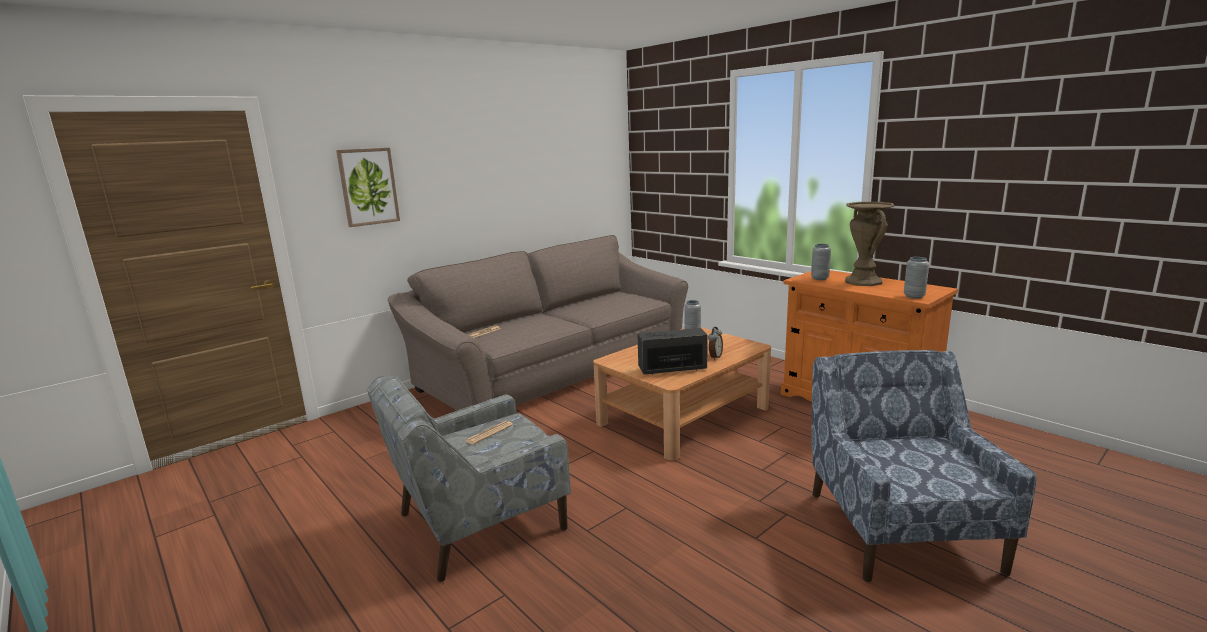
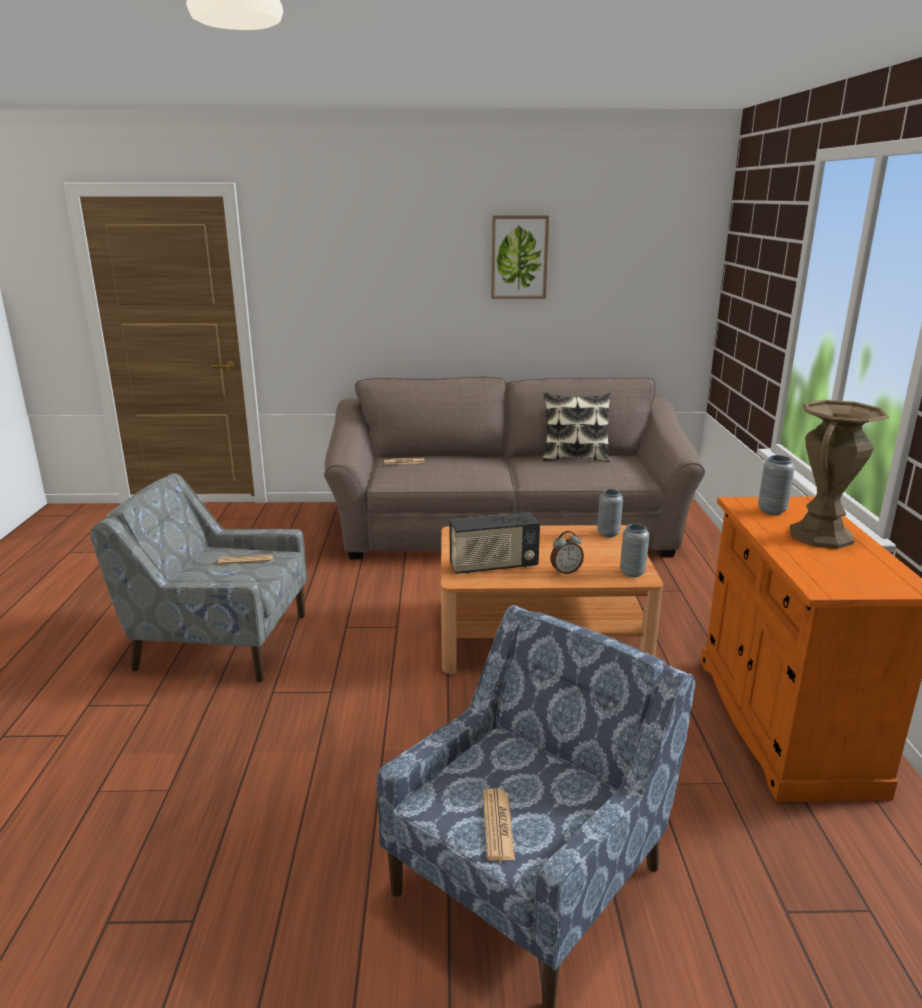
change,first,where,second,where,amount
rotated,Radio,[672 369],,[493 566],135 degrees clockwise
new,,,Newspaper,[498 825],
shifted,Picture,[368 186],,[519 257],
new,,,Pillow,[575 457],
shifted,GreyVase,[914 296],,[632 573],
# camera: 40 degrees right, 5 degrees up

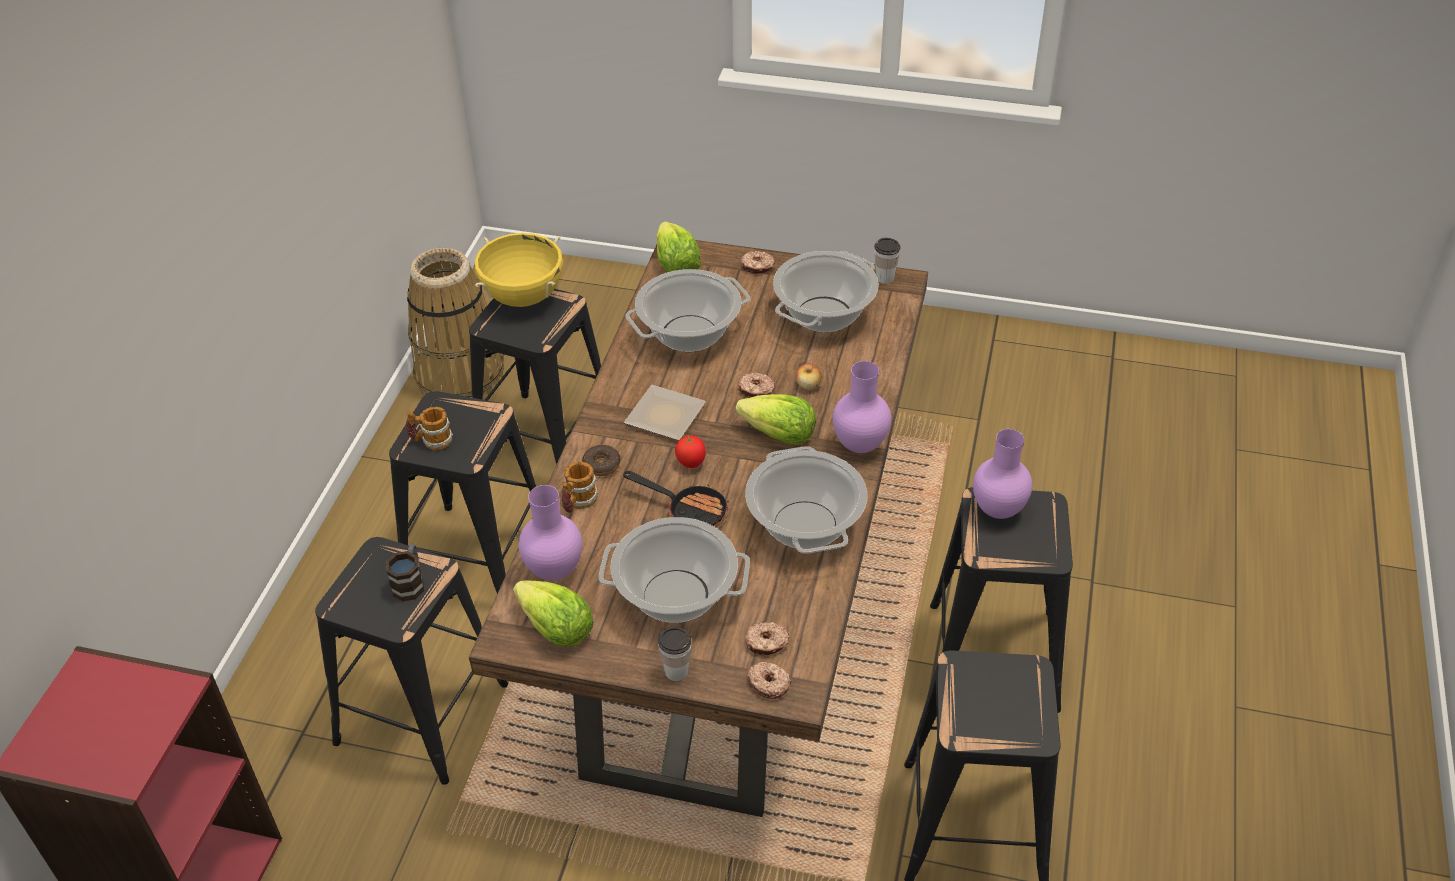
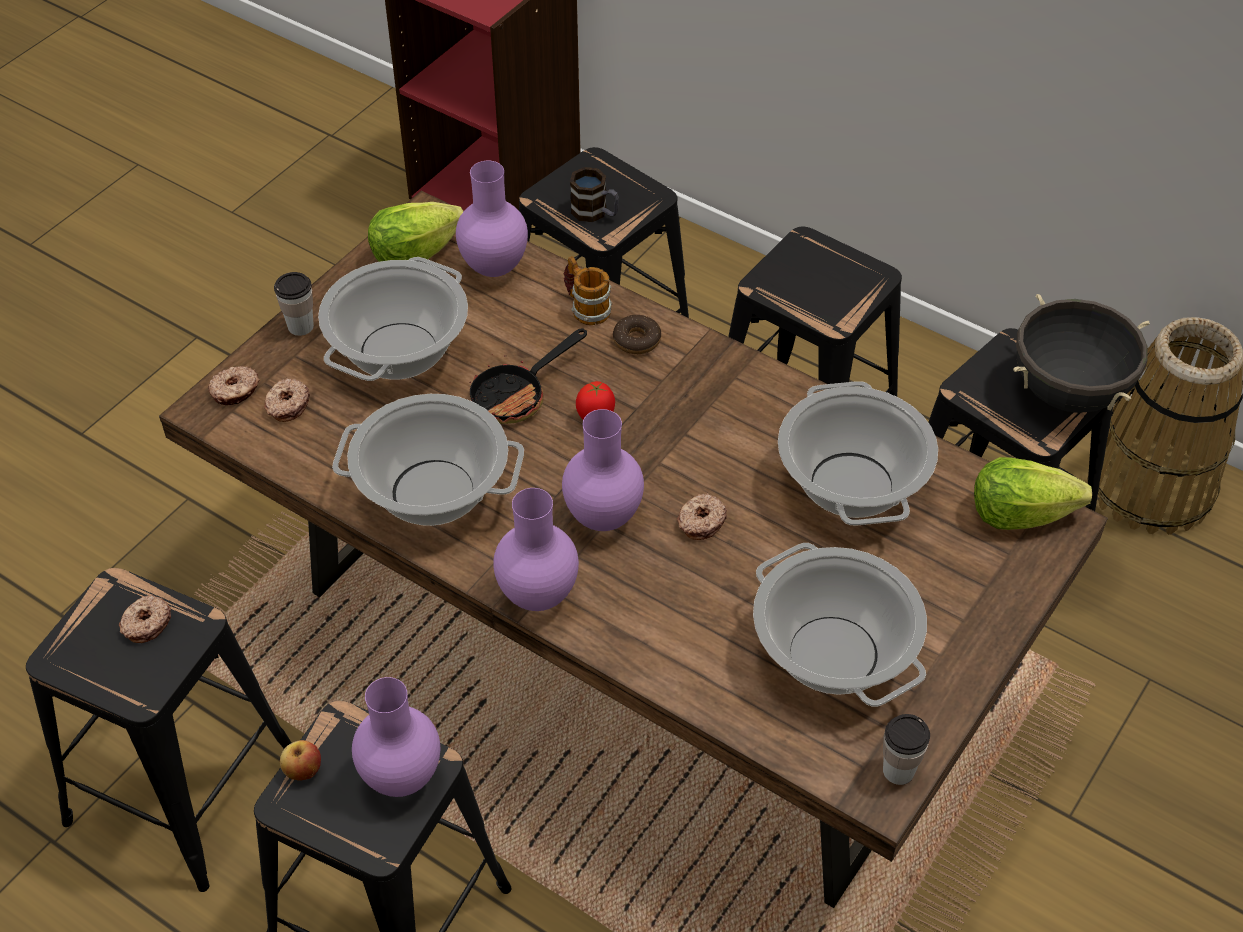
change,first,where,second,where,amount
shifted,Donut,[757 267],,[146 623],
shifted,Apple,[808 385],,[303 770],
swapped,Lettuce,[779 435],PurpleVase,[601 518],
repainted,YellowCookingPot,[523 297],BlackCookingPot,[1068 392],
gone,Mug,[431 441],,,
gone,Plate,[666 418],,,
# camera: 110 degrees right, 5 degrees up

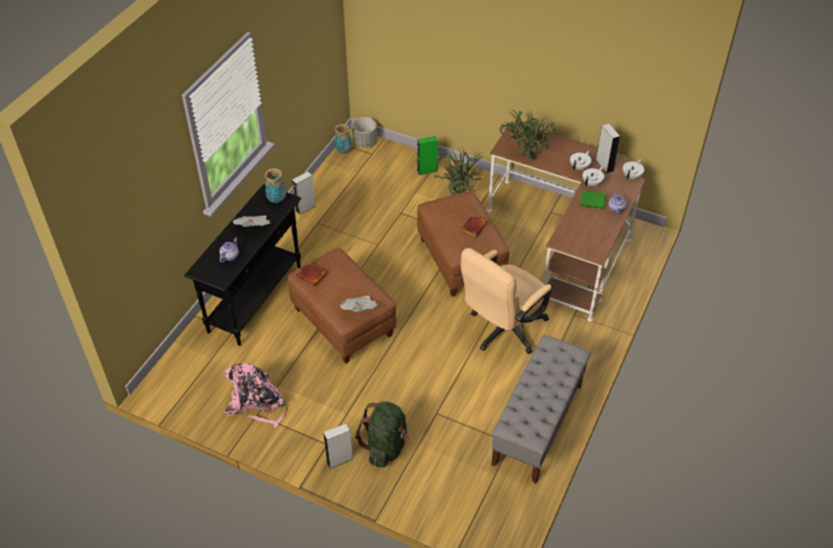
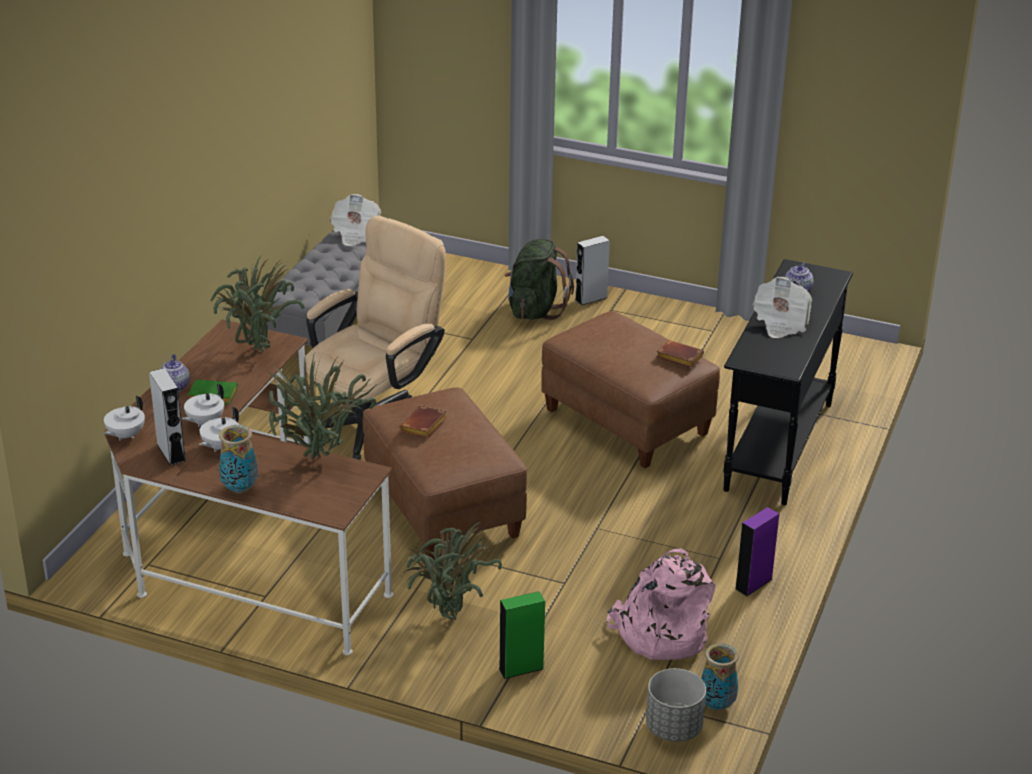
change,first,where,second,where,amount
new,,,PottedPlant,[257 353],
shifted,Vase,[277 200],,[239 489],
shifted,Newspaper,[360 310],,[355 233],
shifted,PinkBackpack,[257 403],,[660 633],
repainted,GreySpeaker,[305 208],PurpleSpeaker,[753 584],
# camera: 175 degrees right, 15 degrees down

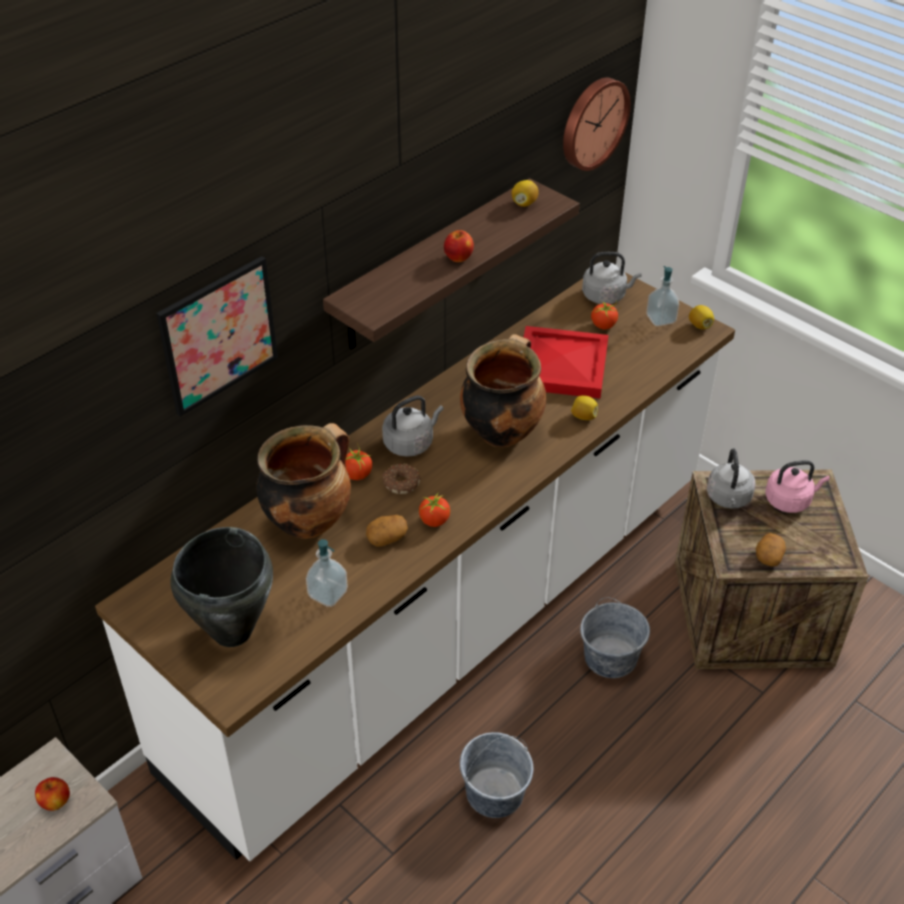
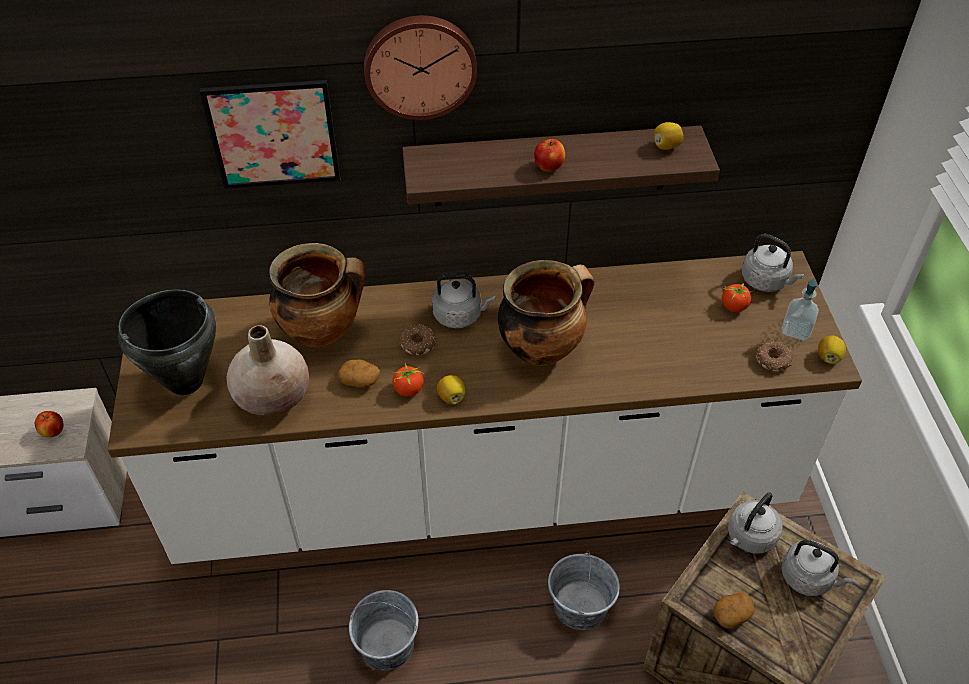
change,first,where,second,where,amount
swapped,SoapDispenser,[328 594],BeigeVase,[273 396],
shifted,WallClock,[592 122],,[420 65],
shifted,Lemon,[583 416],,[451 397],
new,,,Donut,[773 360],
repainted,PinkKettle,[789 500],GreyKettle,[809 578],
gone,Tomato,[357 474],,,
gone,RedTray,[560 365],,,
# camera: 40 degrees right, 5 degrees up

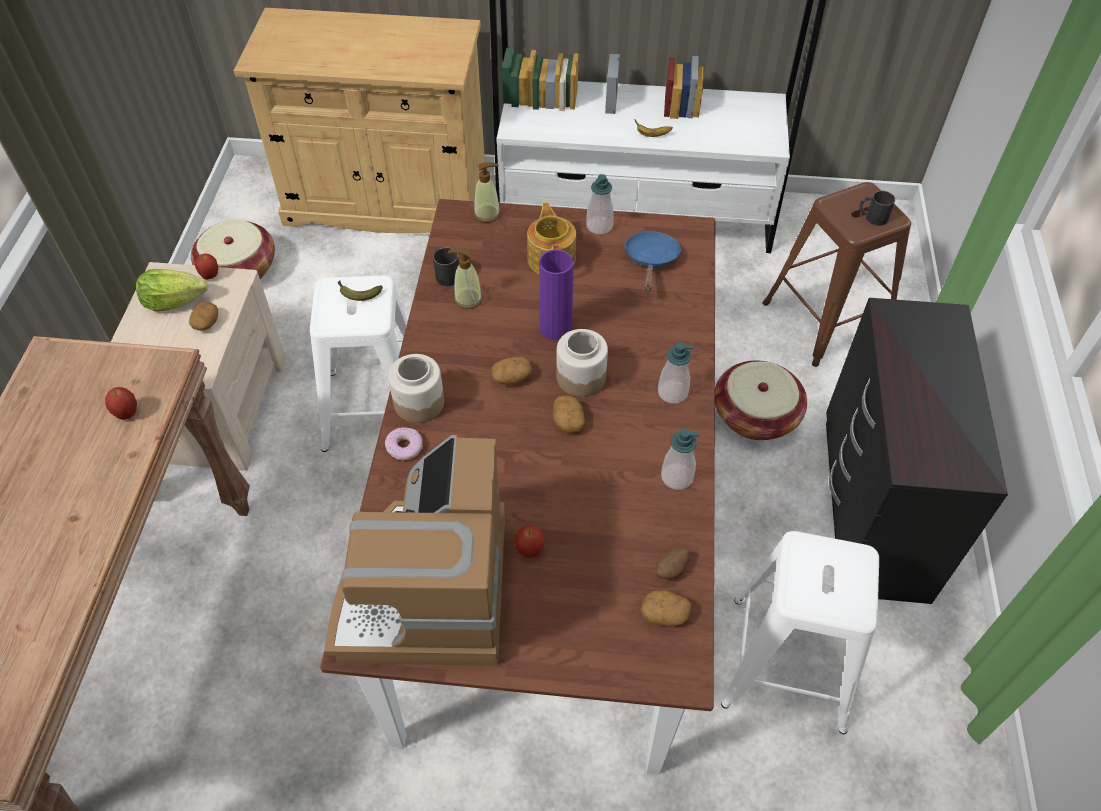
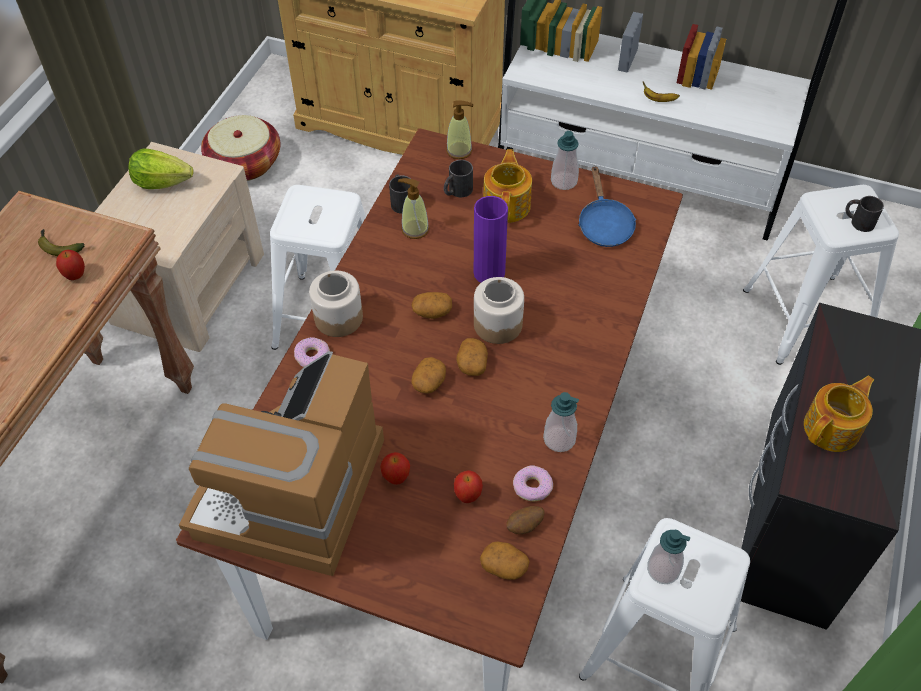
change,first,where,second,where,amount
shifted,Banana,[357 293],,[58 247],
shifted,Potato,[206 323],,[429 382],
new,,,BlackMug,[457 191],
shifted,Apple,[210 276],,[468 496],
new,,,Donut,[532 486],
rotated,BlueFryingPan,[651 261],,[604 224],150 degrees clockwise
shifted,SoapDispenser,[672 392],,[663 569],
repainted,BrownStool,[826 320],WhiteStool,[805 319],
new,,,Teapot,[833 428],
gone,Basket,[755 416],,,
# camera: 15 degrees right, 0 degrees up

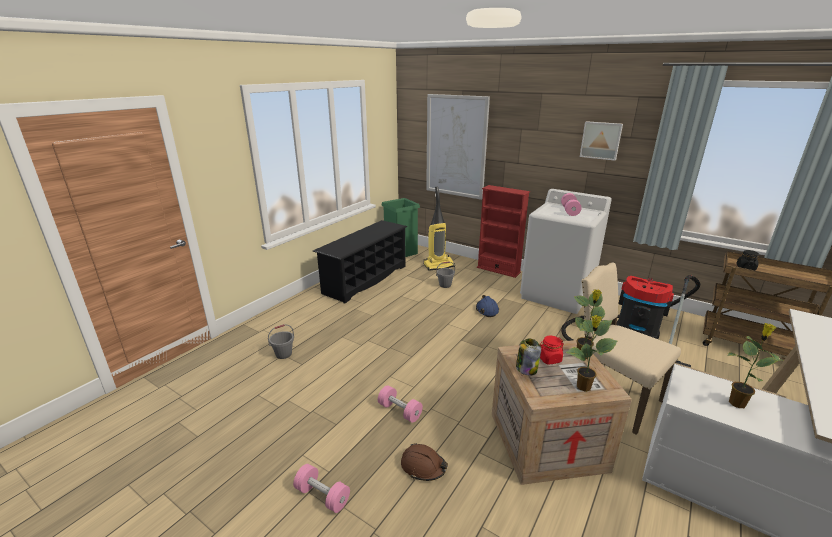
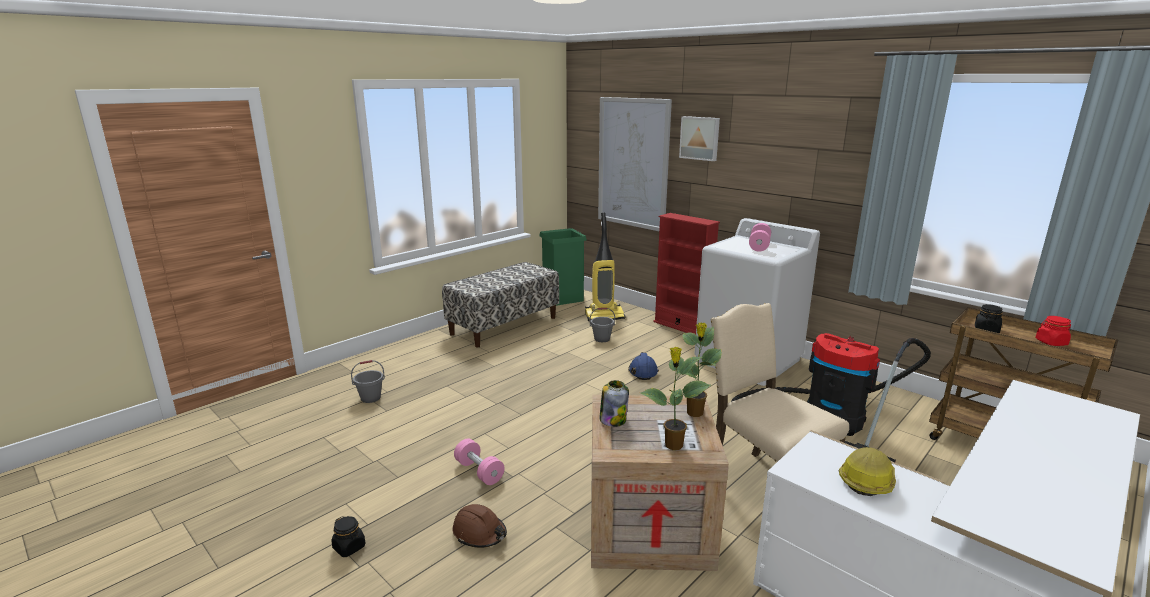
change,first,where,second,where,amount
swapped,PinkDumbbell,[322 496],BlackJar,[349 547],
swapped,BlackShoeRack,[365 279],Bench,[504 325],
shifted,Picture,[601 140],,[700 138],
swapped,PottedPlant,[737 402],HardHat,[866 480],
shifted,RedJar,[549 359],,[1051 342],
# camera: 10 degrees right, 5 degrees down

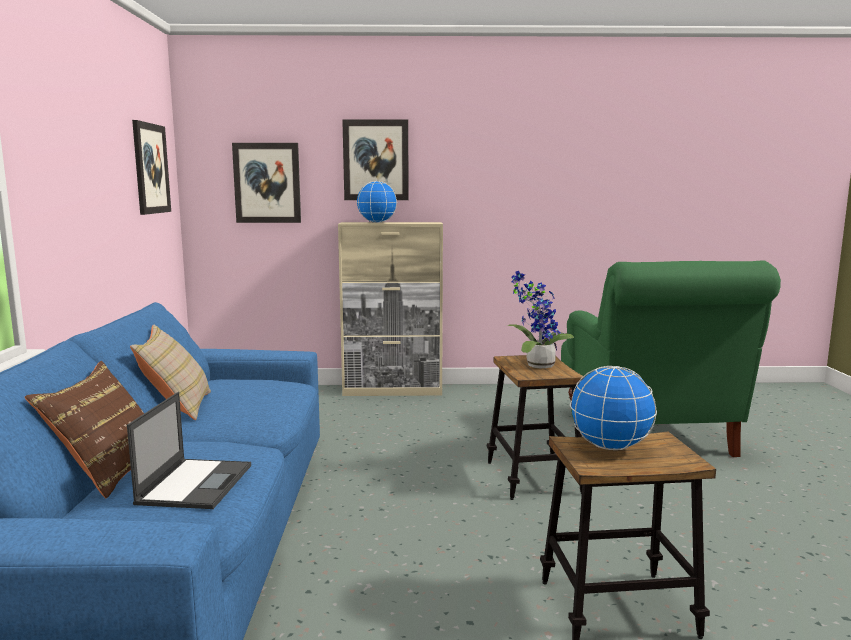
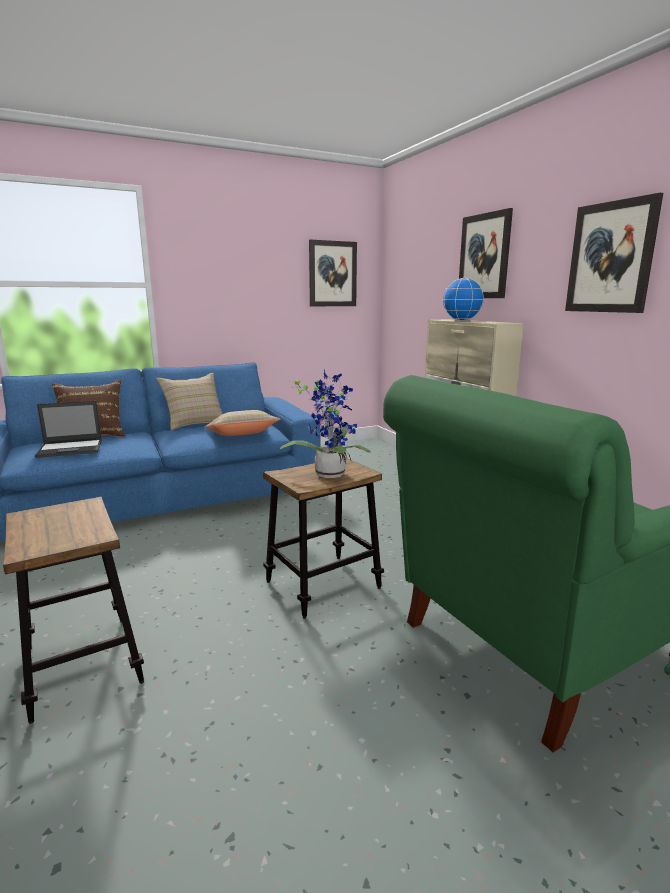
change,first,where,second,where,amount
new,,,BeigePillow,[242 436],
shifted,Picture,[267 183],,[610 258],
gone,Globe,[611 447],,,
# camera: 65 degrees right, 5 degrees up

